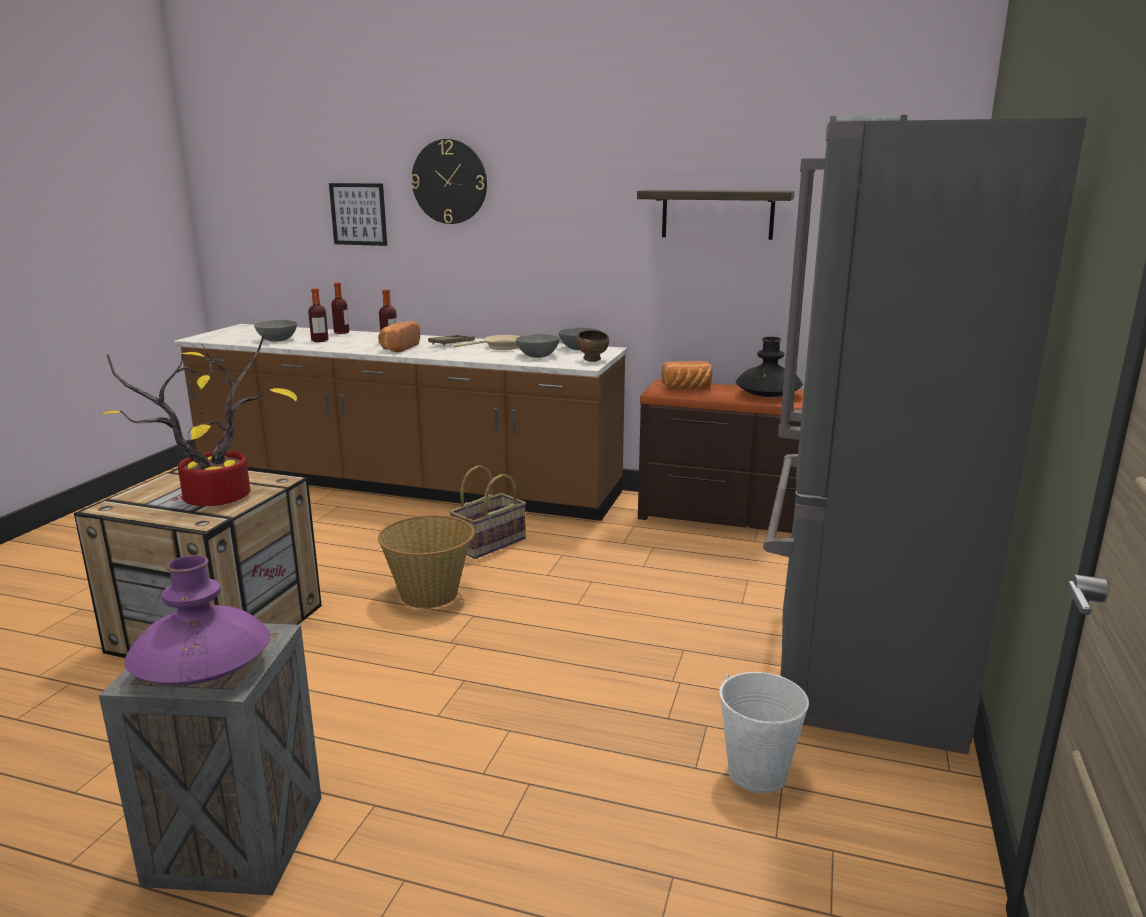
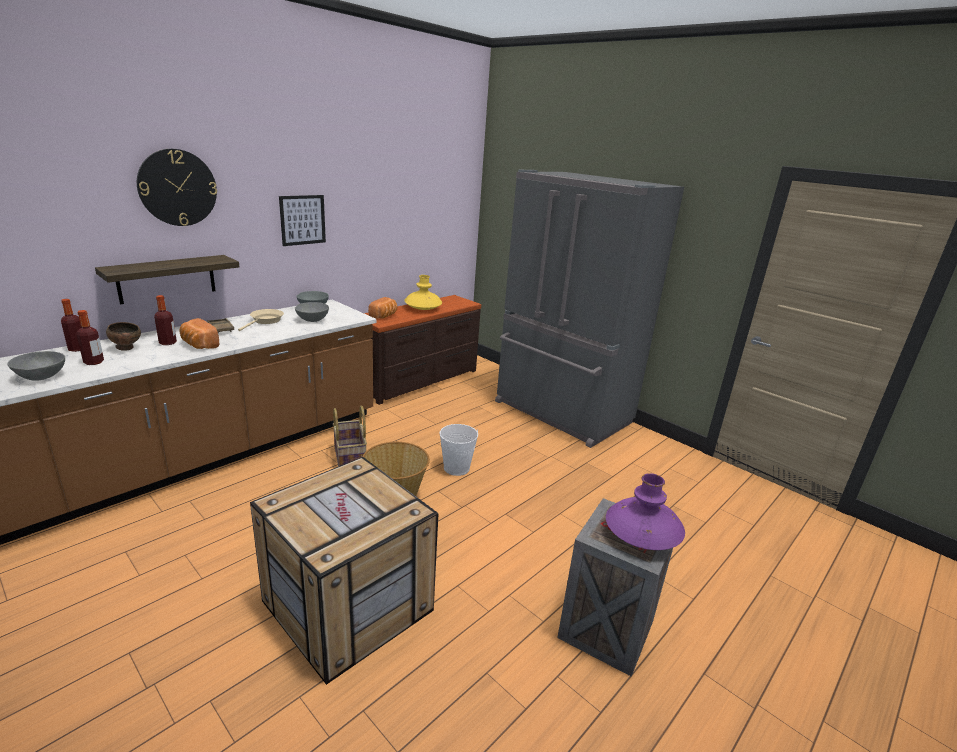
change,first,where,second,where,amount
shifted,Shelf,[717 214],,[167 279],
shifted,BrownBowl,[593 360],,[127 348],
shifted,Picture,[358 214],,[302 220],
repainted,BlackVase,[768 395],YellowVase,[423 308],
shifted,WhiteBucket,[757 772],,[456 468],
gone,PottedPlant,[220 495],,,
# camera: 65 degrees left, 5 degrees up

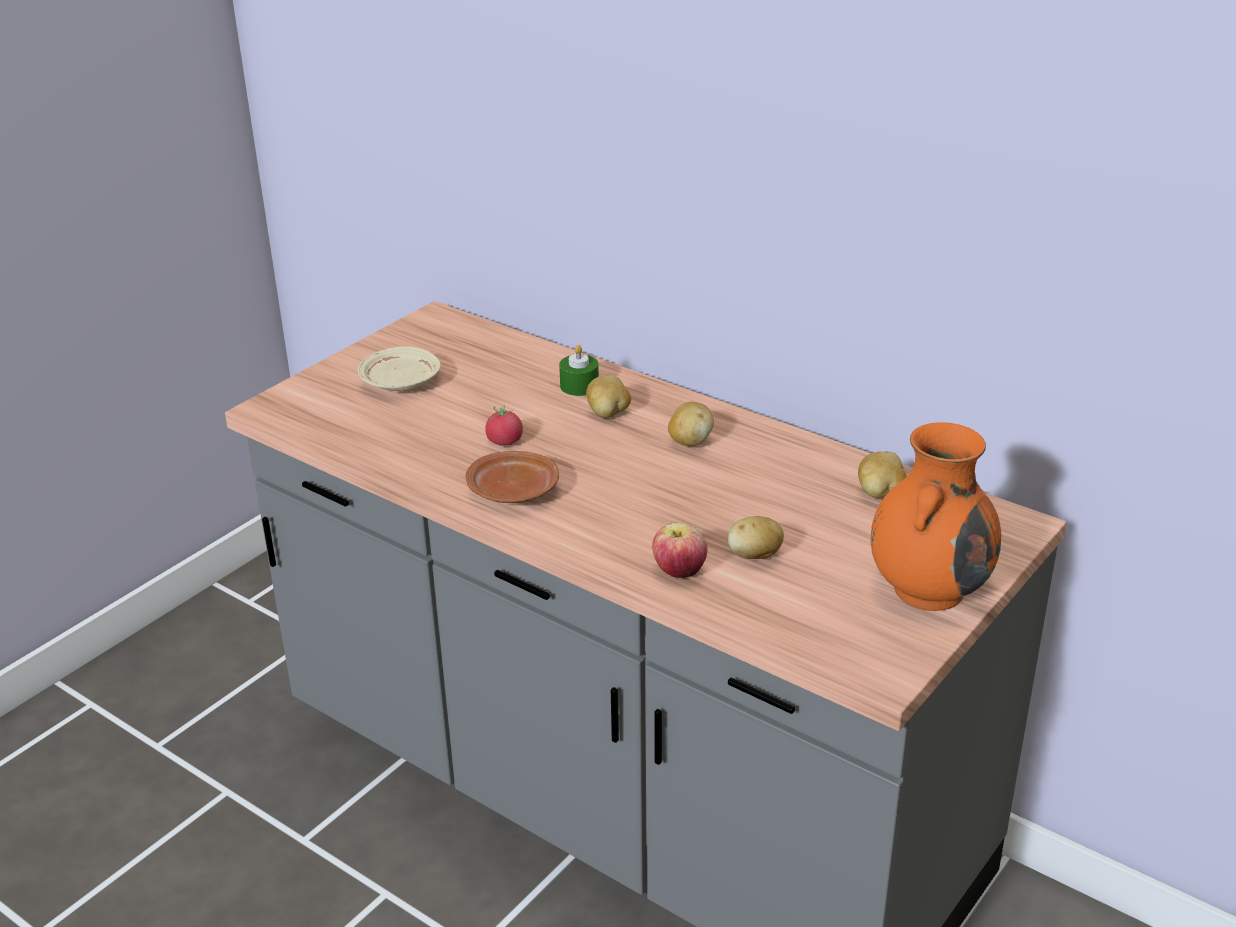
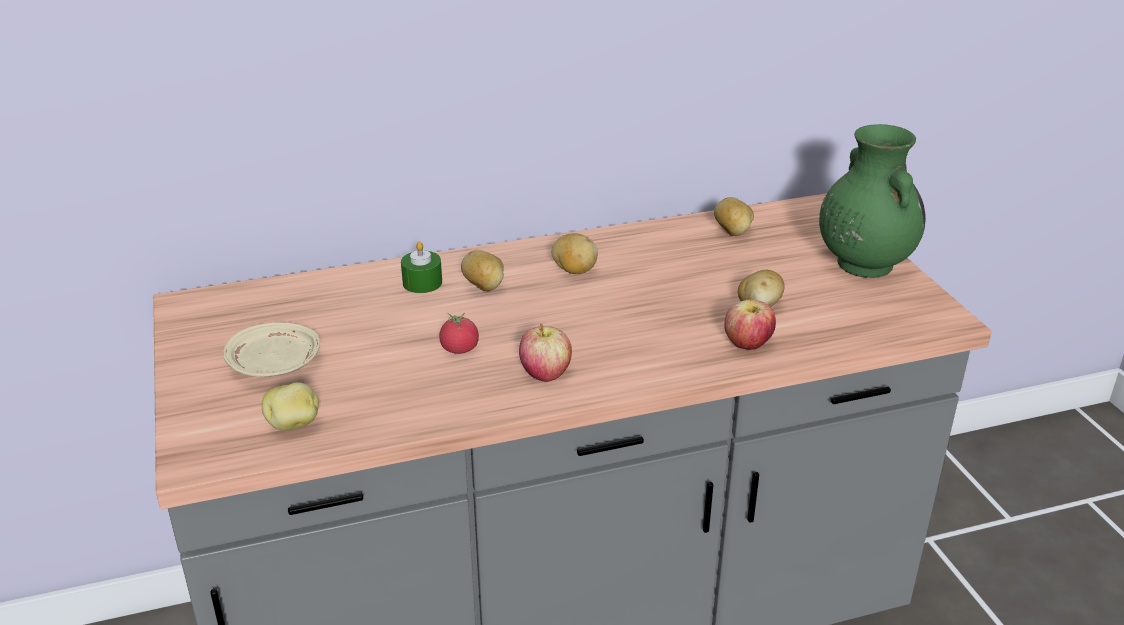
change,first,where,second,where,amount
new,,,Potato,[294 424],
swapped,BrownPlate,[514 492],Apple,[545 374],
repainted,OrangeVase,[929 588],GreenVase,[863 263],
# camera: 55 degrees left, 0 degrees up

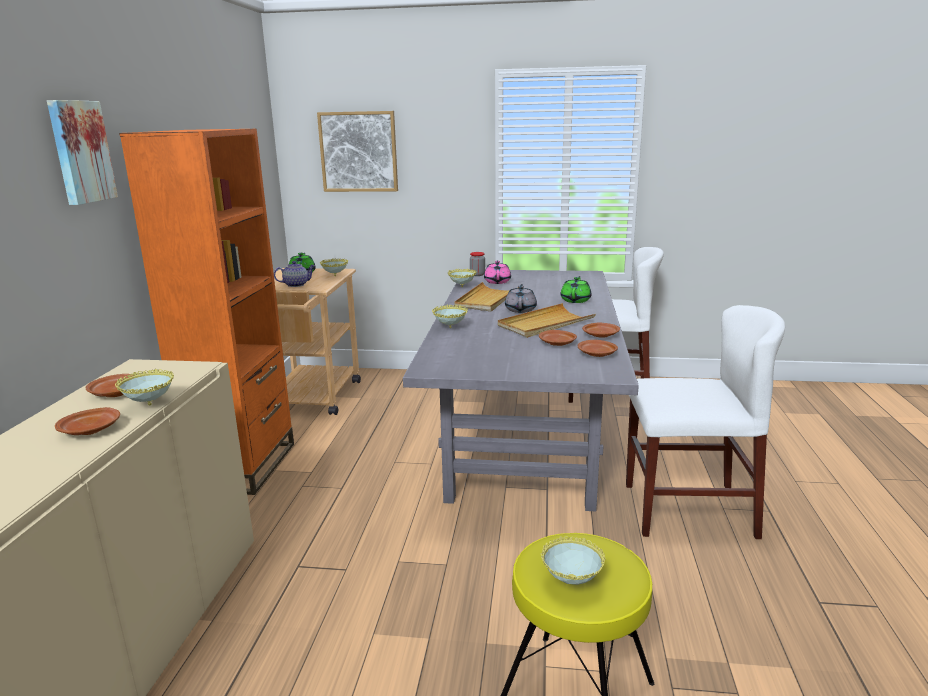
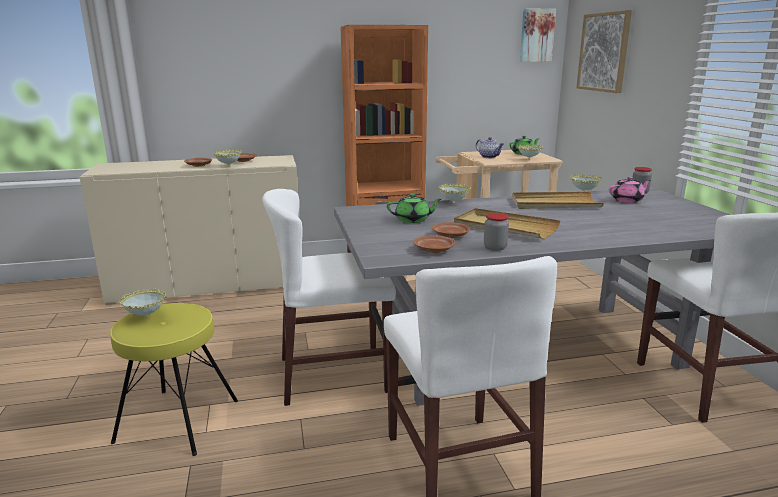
change,first,where,second,where,amount
new,,,WhiteChair,[334 374],
shifted,GreenTeapot,[575 300],,[413 220],
swapped,BrownPlate,[601 335],Jar,[495 248],
shifted,Picture,[80 152],,[536 35],
gone,GreyTeapot,[520 309],,,
# camera: 70 degrees right, 0 degrees up

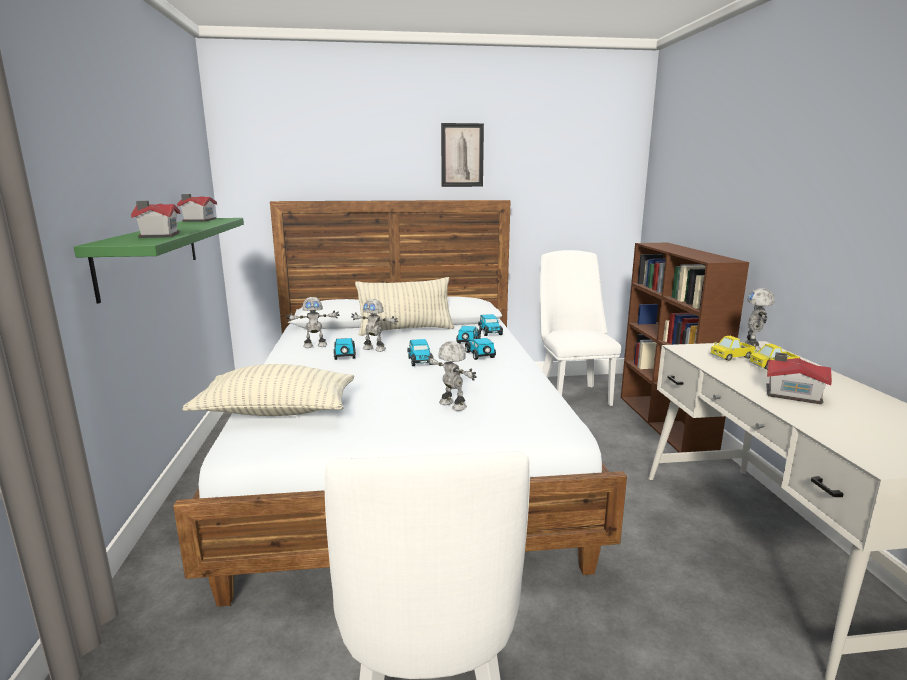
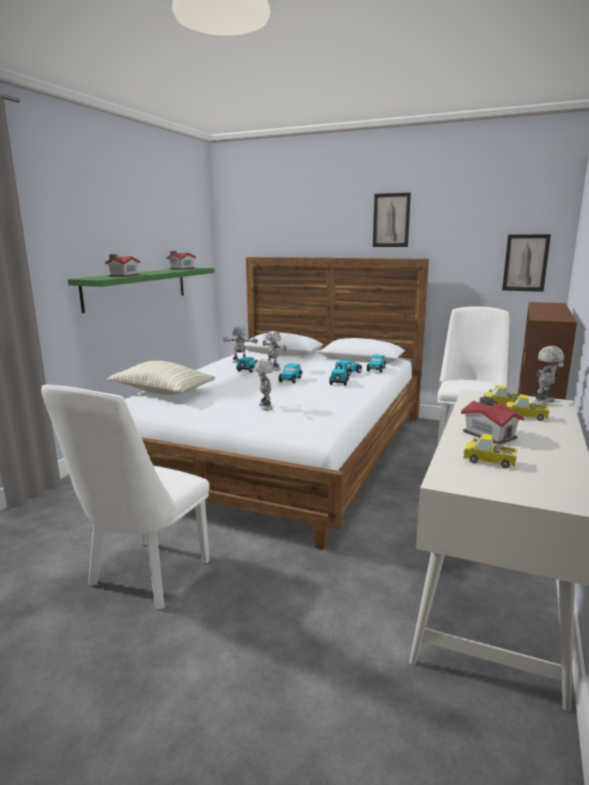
change,first,where,second,where,amount
new,,,ToyTruck,[489 461],
new,,,Picture,[525 263],
gone,Pillow,[406 330],,,
# camera: 30 degrees right, 0 degrees up

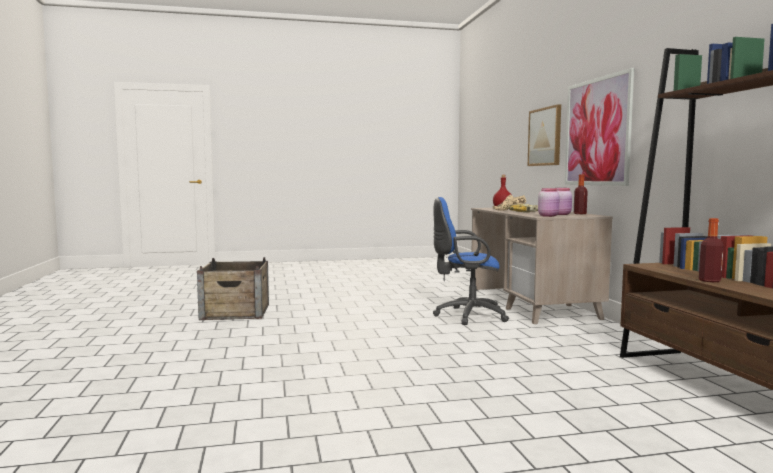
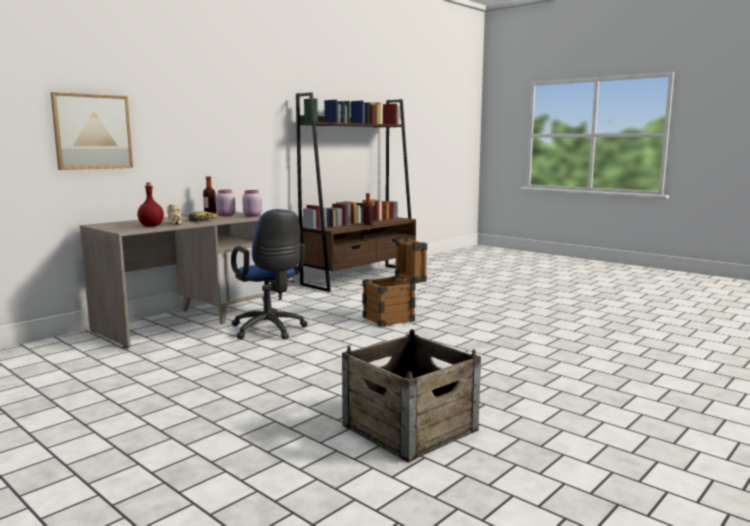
change,first,where,second,where,amount
new,,,Crate,[394 318],
gone,Picture,[597 132],,,
# camera: 125 degrees left, 5 degrees up

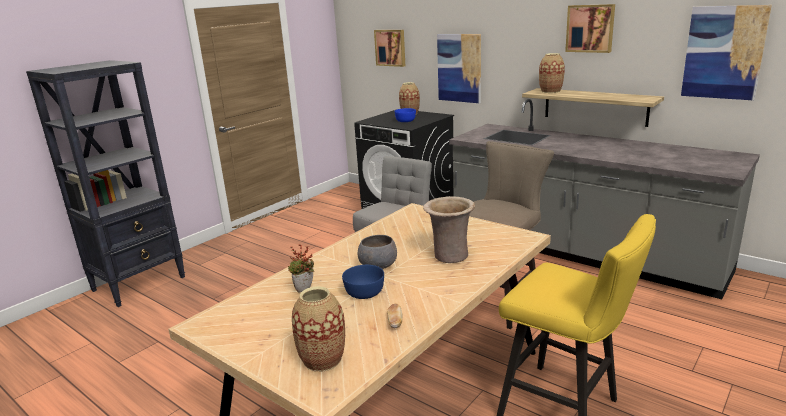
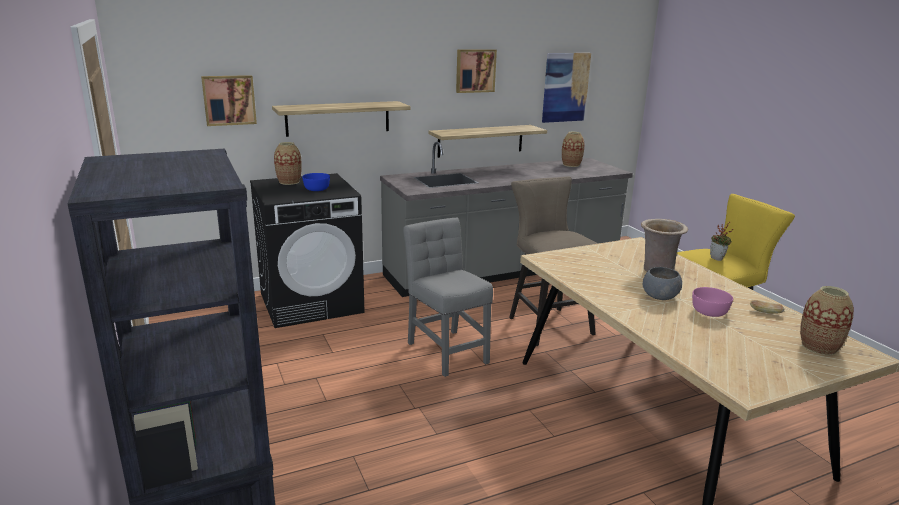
change,first,where,second,where,amount
swapped,Picture,[459 68],Shelf,[338 118],
shifted,Vase,[550 91],,[571 165],
repainted,BlueBowl,[364 293],PinkBowl,[710 311],
shifted,PottedPlant,[304 290],,[718 259],
# camera: 65 degrees left, 0 degrees up

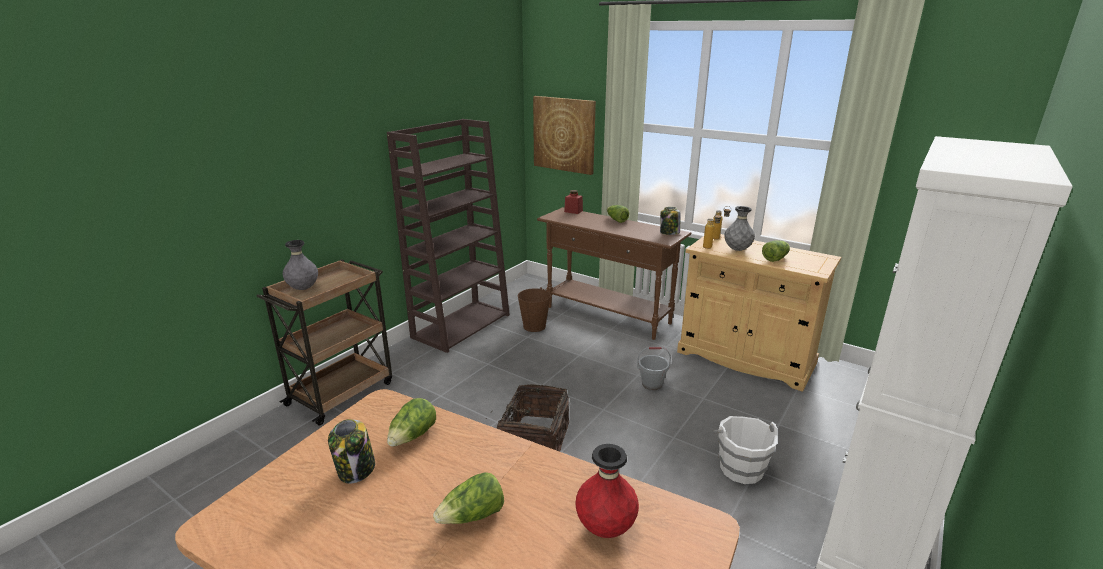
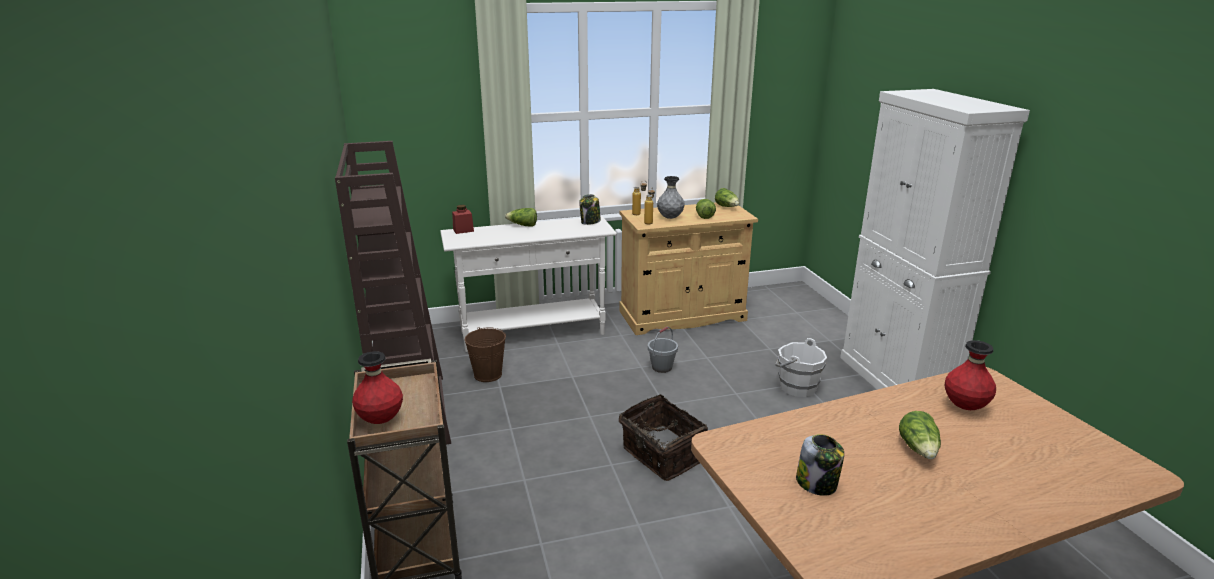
change,first,where,second,where,amount
repainted,GreyVase,[303 288],RedVase,[381 420],
repainted,BrownConsoleTable,[608 315],WhiteConsoleTable,[533 333],
shifted,Lettuce,[413 436],,[727 207],
gone,Picture,[564 134],,,
# camera: 50 degrees left, 0 degrees up

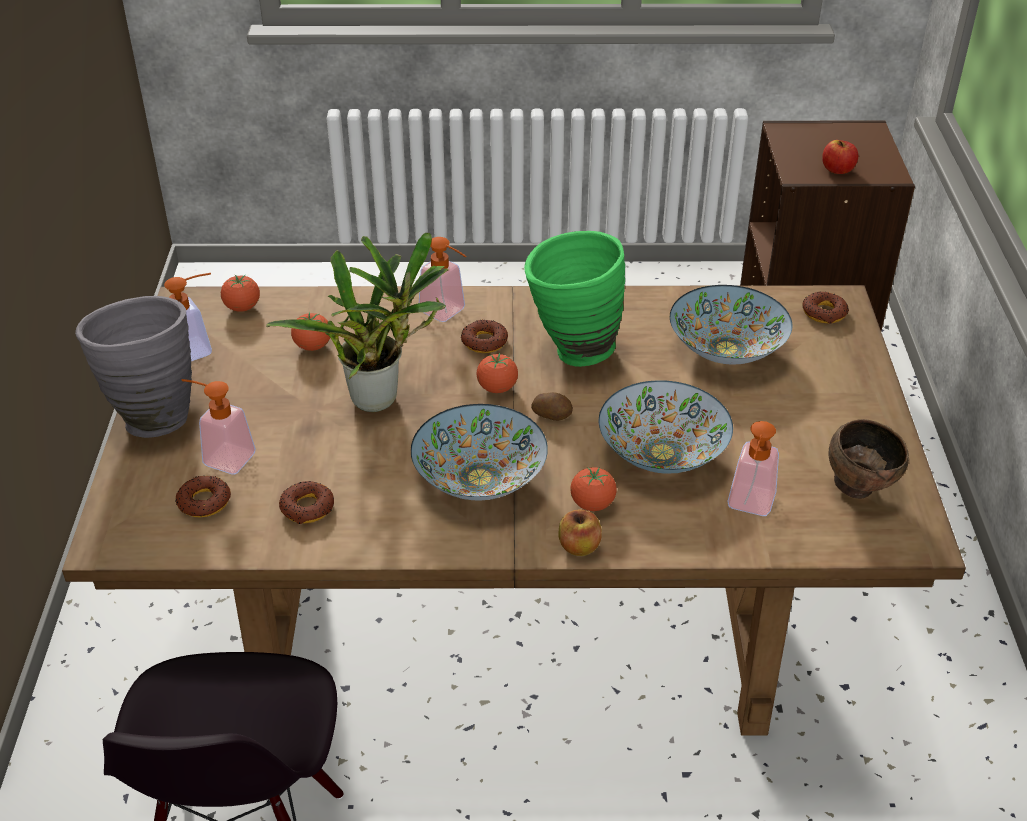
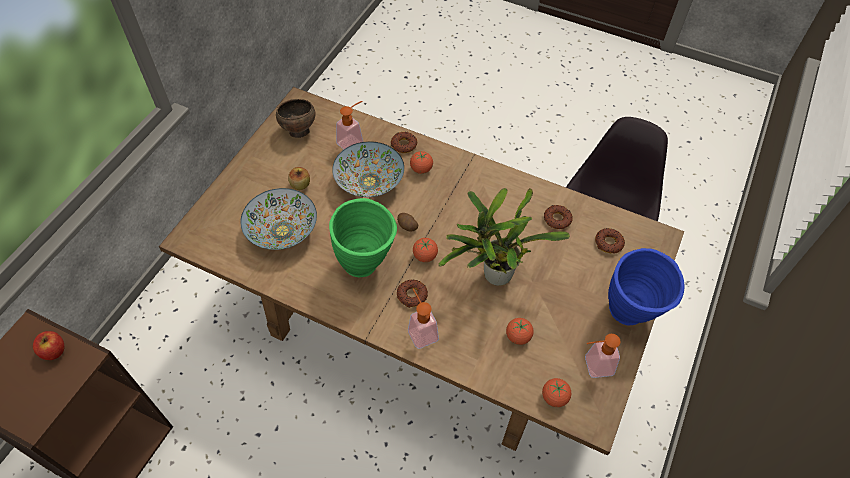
change,first,where,second,where,amount
shifted,Apple,[579 547],,[300 185],
shifted,Donut,[824 313],,[404 145],
repainted,GreyVase,[152 415],BlueVase,[630 317],
gone,SoapDispenser,[222 456],,,
gone,Bowl,[479 479],,,
# camera: 155 degrees left, 15 degrees up

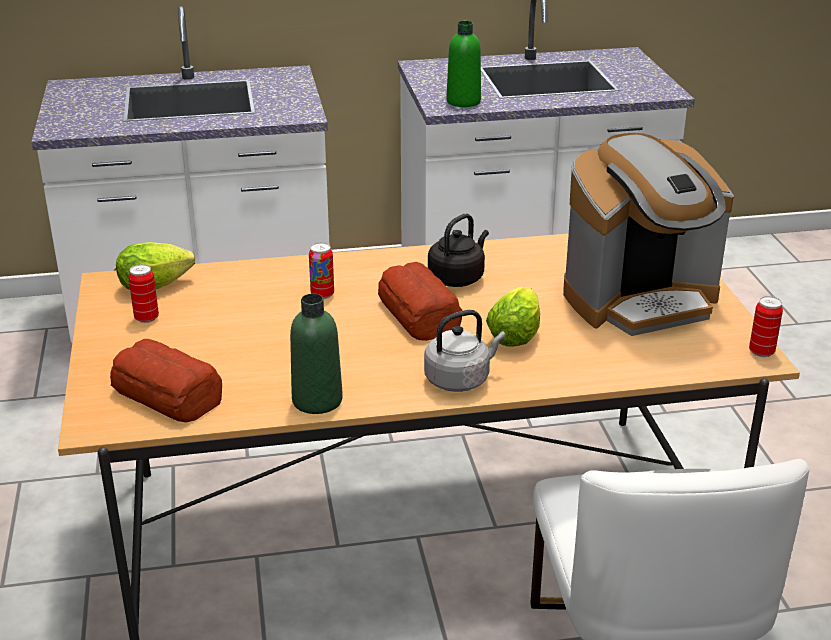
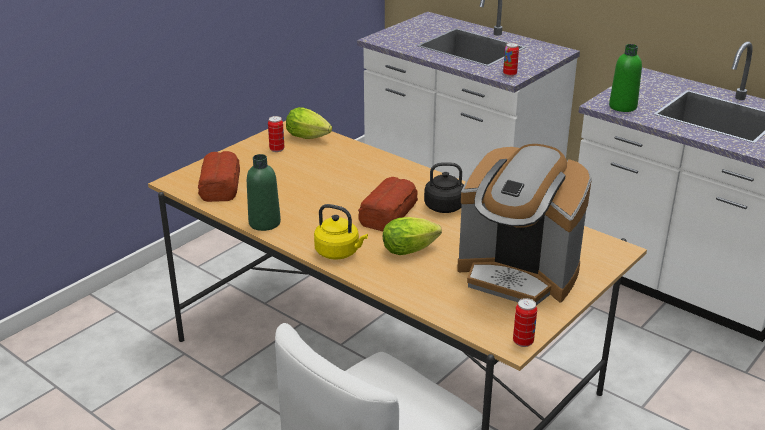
change,first,where,second,where,amount
repainted,GreyKettle,[460 379],YellowKettle,[339 252],
shifted,Can,[322 295],,[509 74],
# camera: 50 degrees right, 0 degrees up

